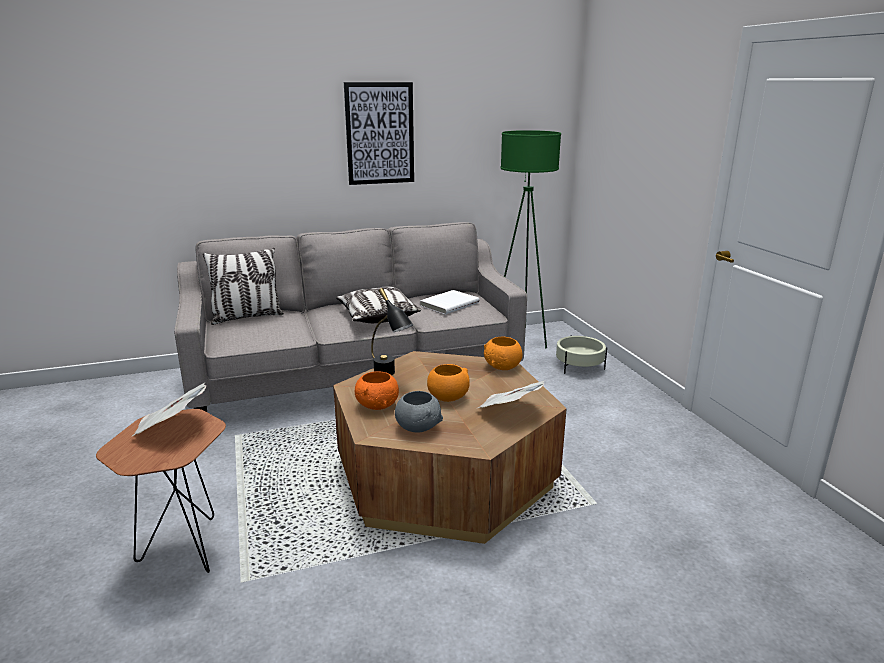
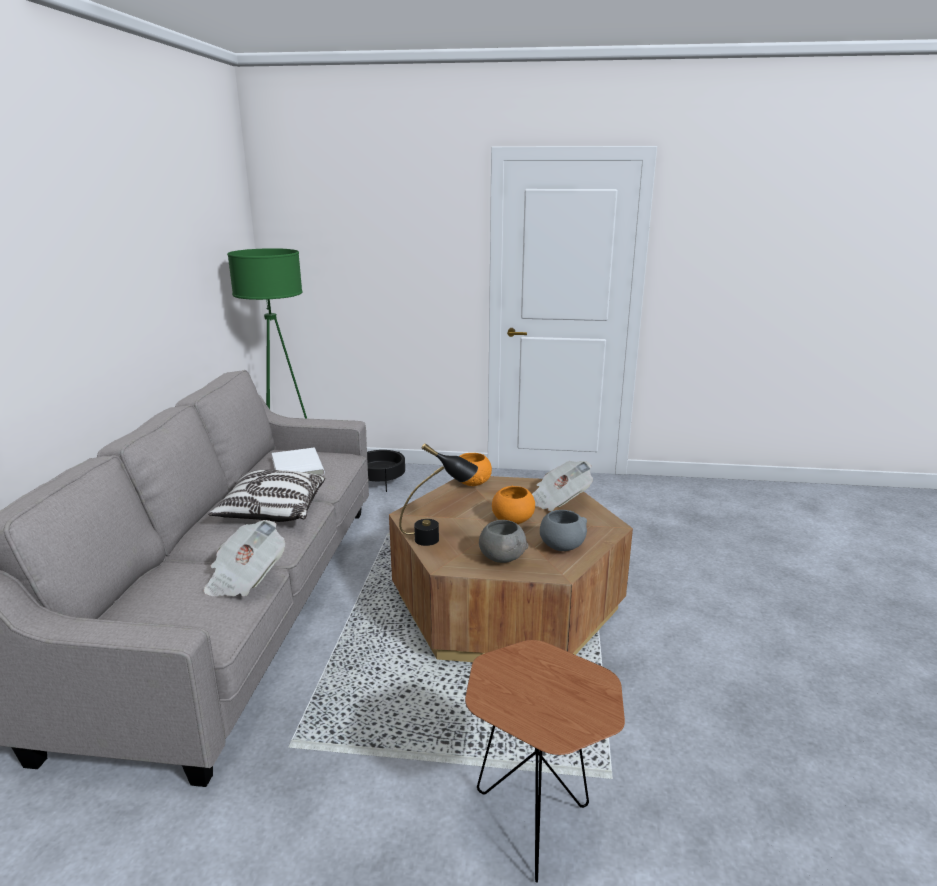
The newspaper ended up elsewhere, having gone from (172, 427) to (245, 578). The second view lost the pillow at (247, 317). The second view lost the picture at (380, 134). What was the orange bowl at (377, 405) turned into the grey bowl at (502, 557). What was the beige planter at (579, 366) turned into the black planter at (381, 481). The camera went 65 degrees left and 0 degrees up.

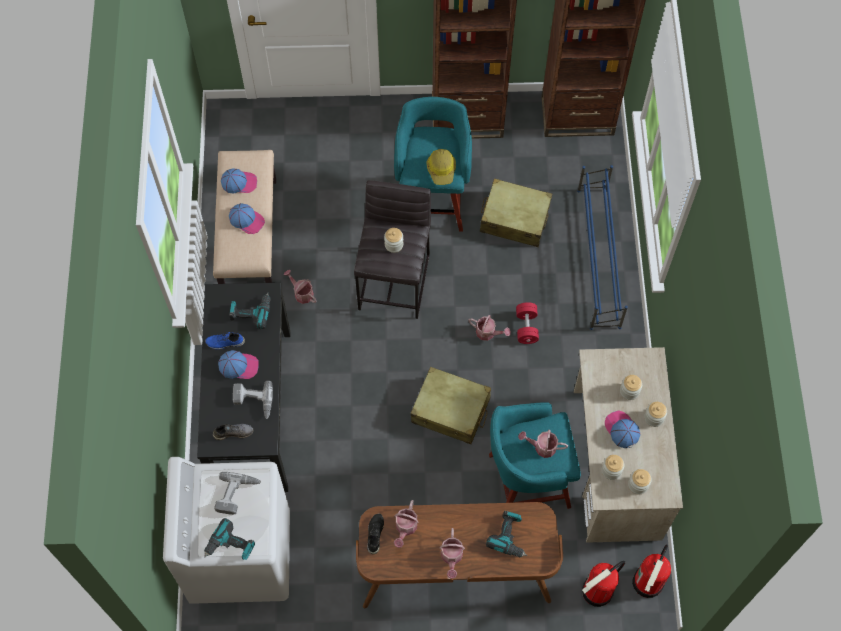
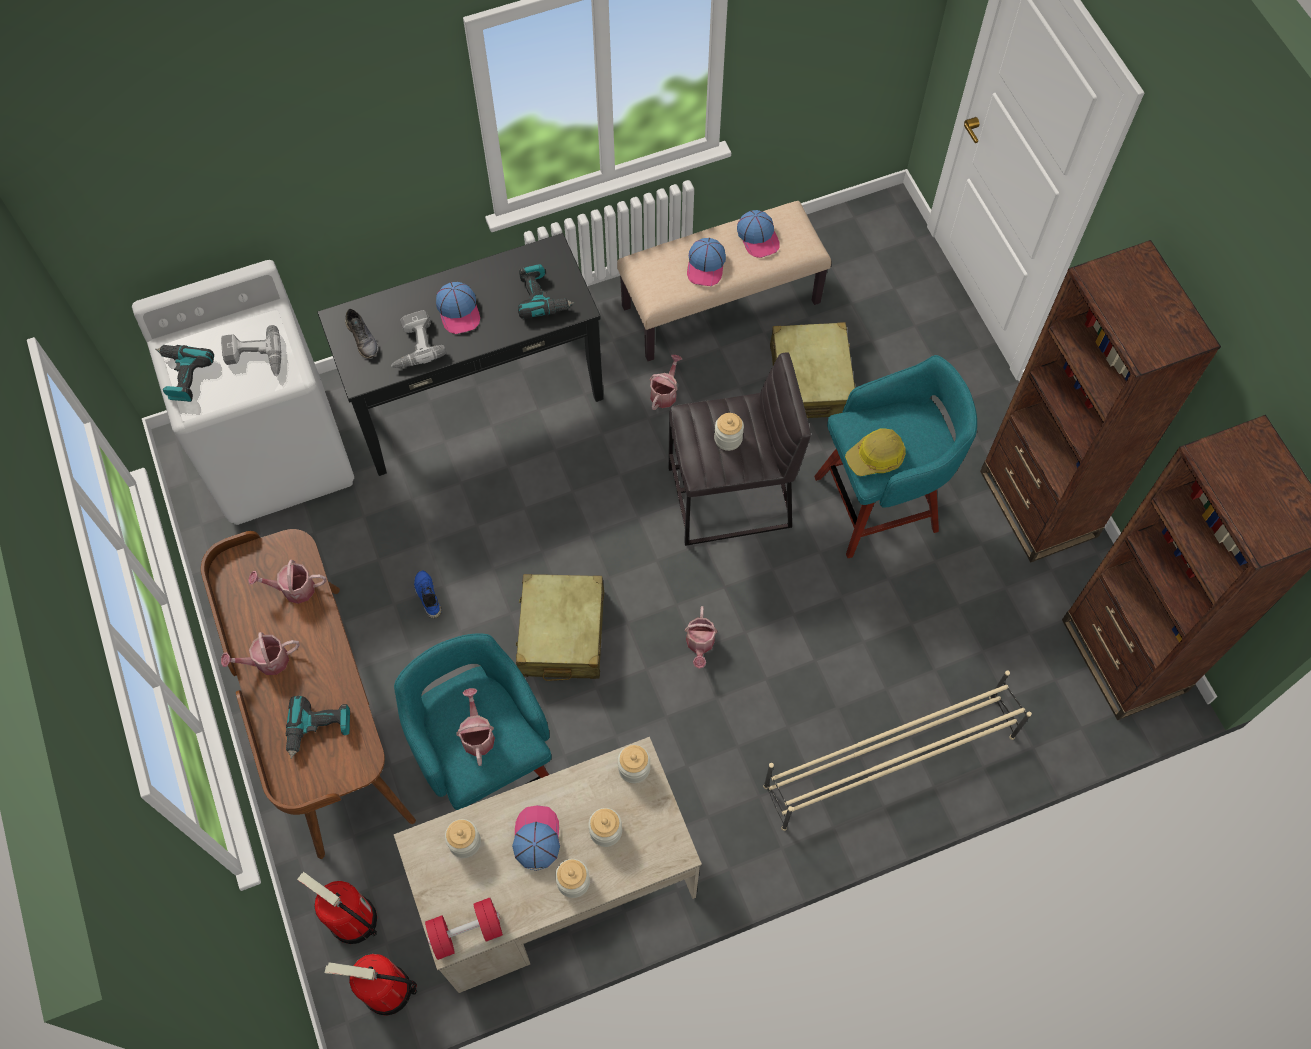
The blue shoe ended up elsewhere, having gone from (225, 343) to (427, 596). The second view lost the black shoe at (374, 534). The beige suitcase ended up elsewhere, having gone from (514, 219) to (810, 380). The red dumbbell ended up elsewhere, having gone from (526, 327) to (466, 932). What was the blue shoe rack at (598, 258) turned into the beige shoe rack at (888, 761). The cap at (621, 430) ended up facing another way, 45 degrees counterclockwise from before. The jar ended up elsewhere, having gone from (638, 485) to (634, 768). The camera went 70 degrees right and 0 degrees up.

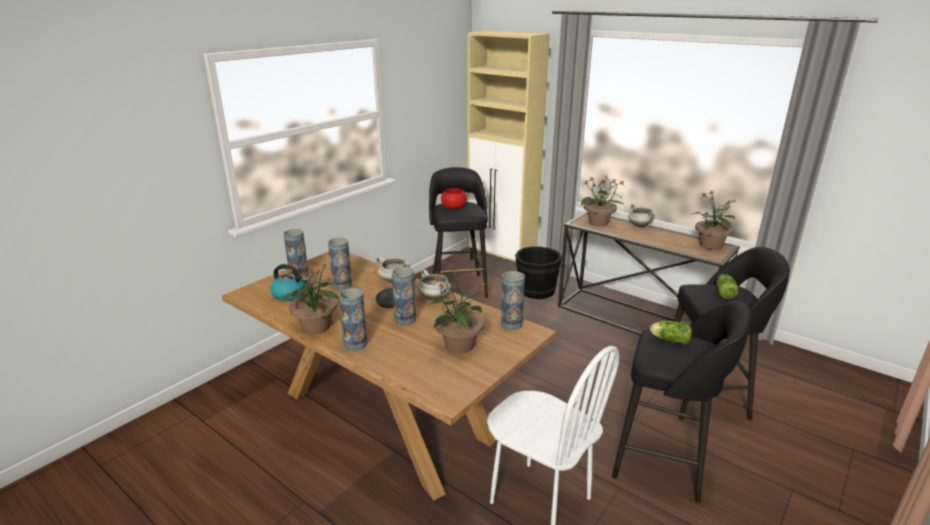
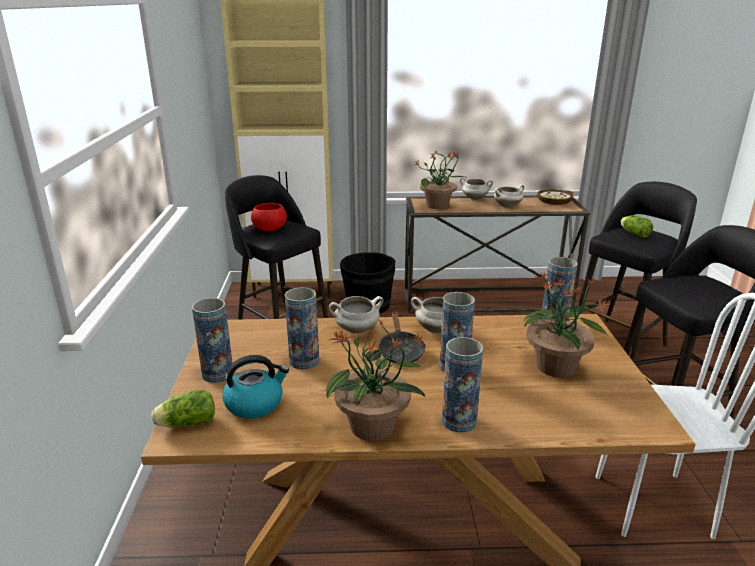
The lettuce ended up elsewhere, having gone from (668, 340) to (185, 423). Where the potted plant stood at (710, 246), the bowl came to stand at (553, 200). The second view gained the white cooking pot at (507, 206). The camera went 40 degrees left and 0 degrees up.

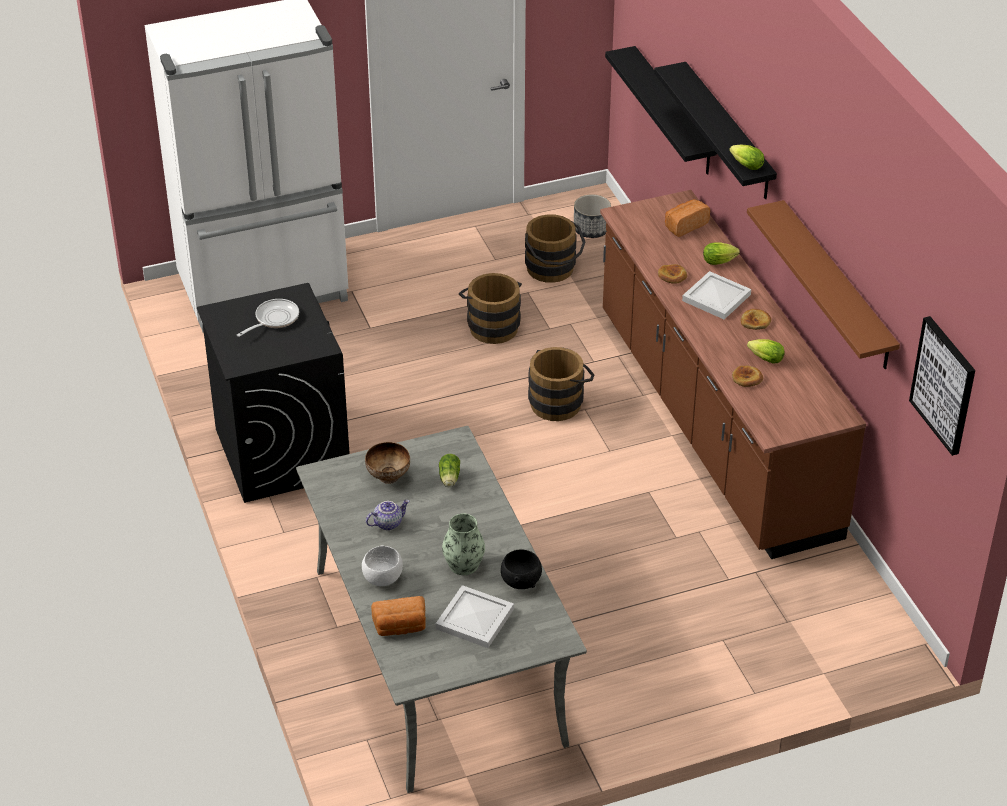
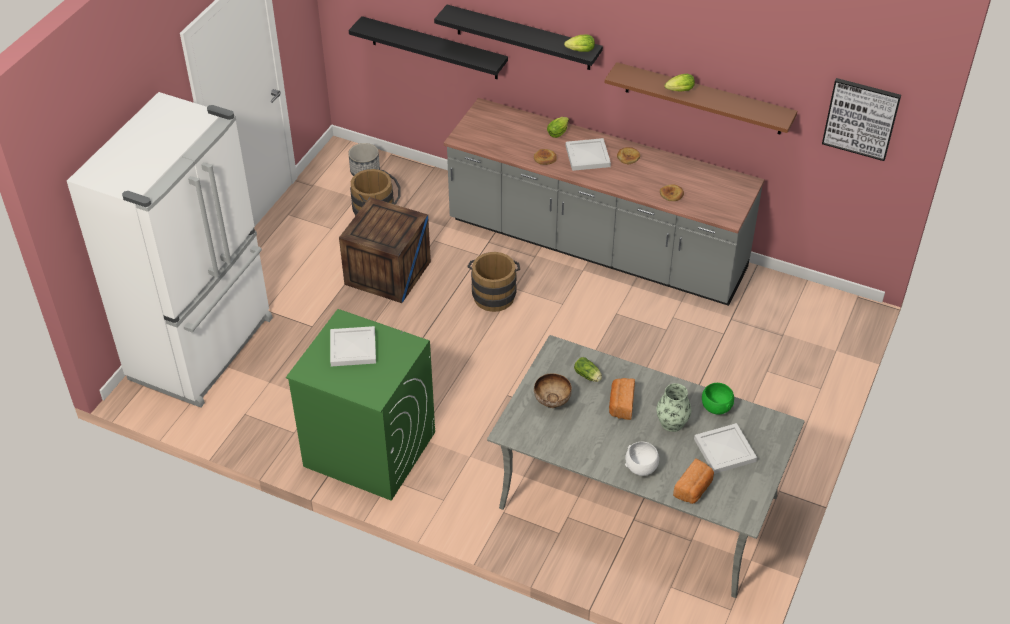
What was the black washing machine at (281, 452) turned into the green washing machine at (369, 449). Where the frying pan stood at (274, 319), the white tray came to stand at (352, 348). The second view lost the teapot at (388, 523). Where the brown bucket stood at (491, 325), the crate came to stand at (387, 273). What was the black bowl at (521, 581) turned into the green bowl at (716, 407). What was the brown counter at (714, 424) turned into the grey counter at (596, 247). The bread ended up elsewhere, having gone from (685, 225) to (621, 405). The lettuce ended up elsewhere, having gone from (764, 358) to (678, 91). The camera went 45 degrees left and 5 degrees up.

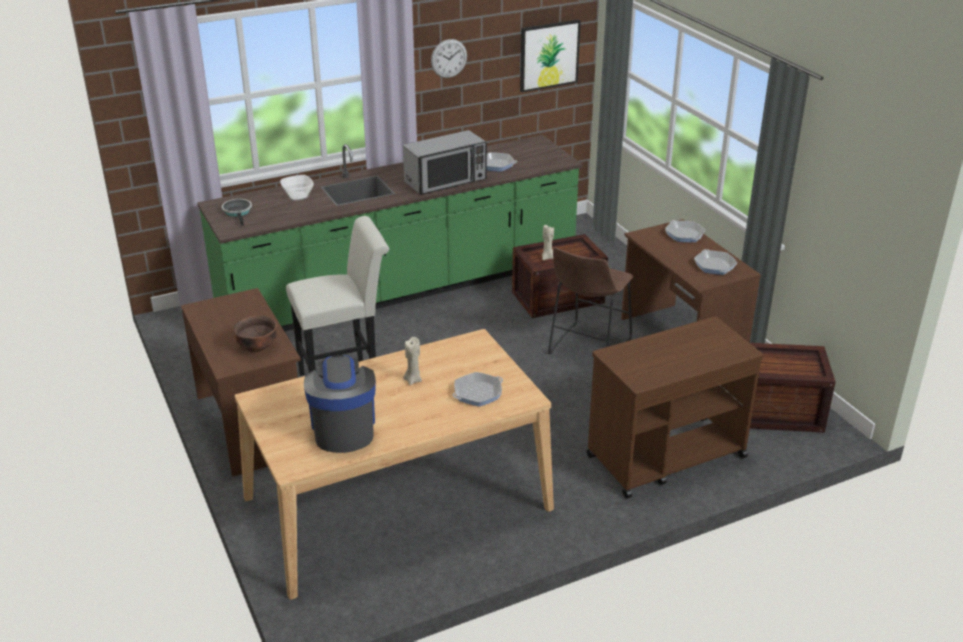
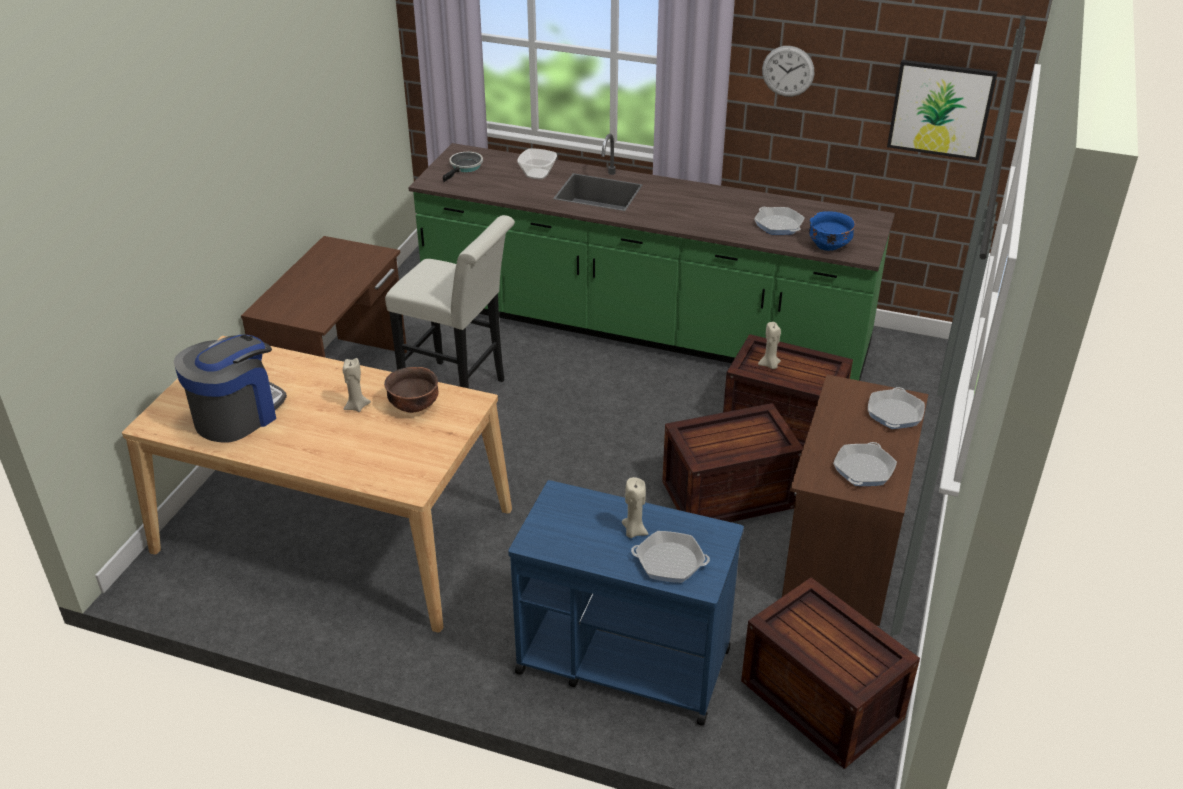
The brown bowl ended up elsewhere, having gone from (257, 347) to (414, 406). The second view lost the microwave at (446, 181). The frying pan ended up elsewhere, having gone from (478, 393) to (669, 562). Where the brown stool stood at (587, 348), the crate came to stand at (726, 495). What was the brown cart at (665, 456) turned into the blue cart at (622, 660). The second view gained the beige candle at (633, 531). The second view gained the blue bowl at (828, 245). The camera went 45 degrees right and 5 degrees up.

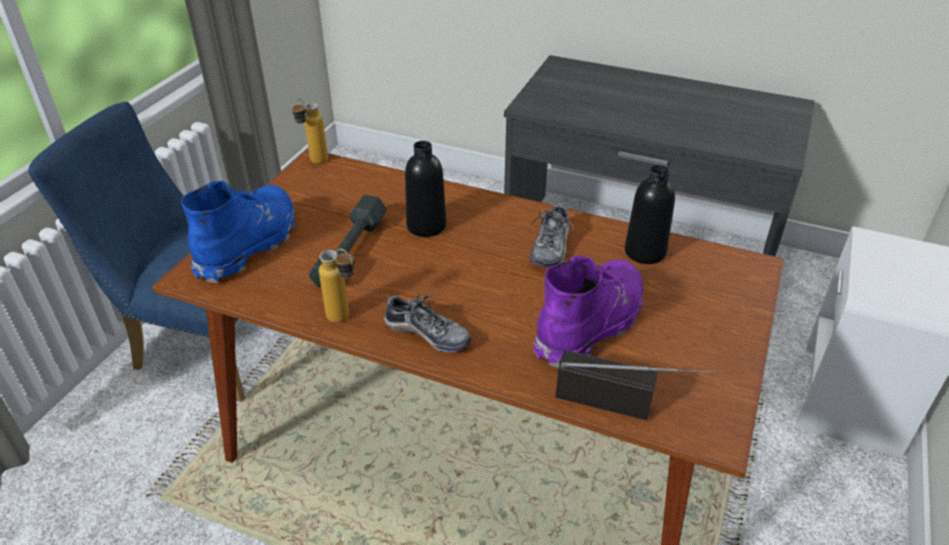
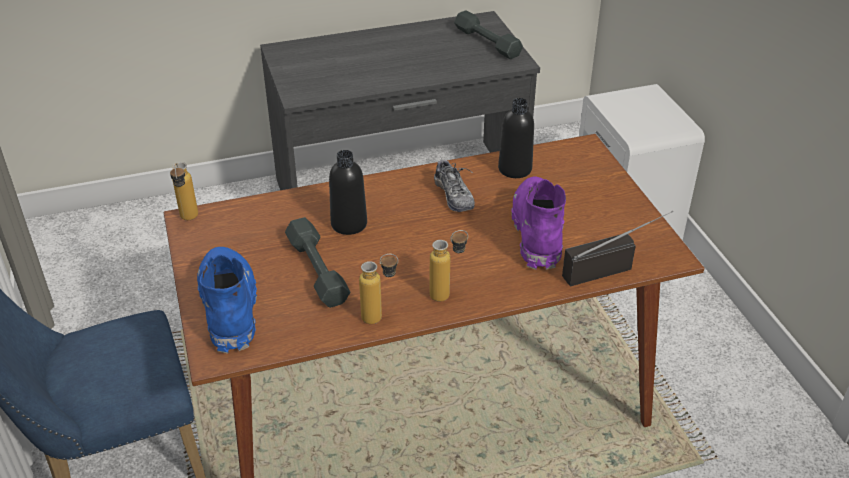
Where the shoe stood at (427, 334), the bottle came to stand at (447, 294). The second view gained the grey dumbbell at (487, 42). The camera went 40 degrees left and 0 degrees up.

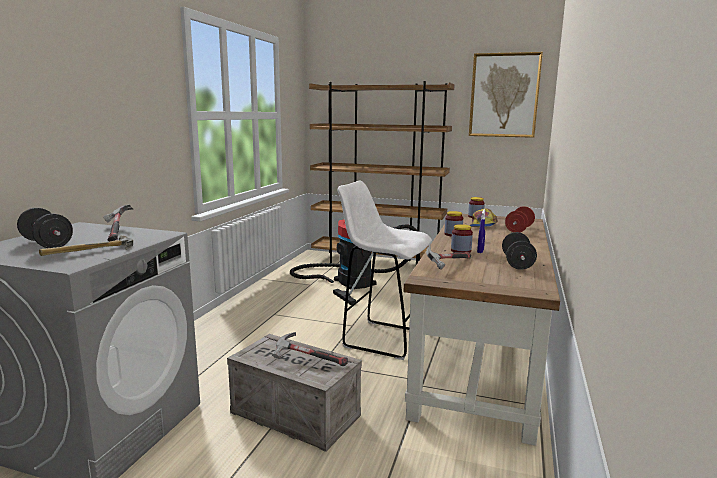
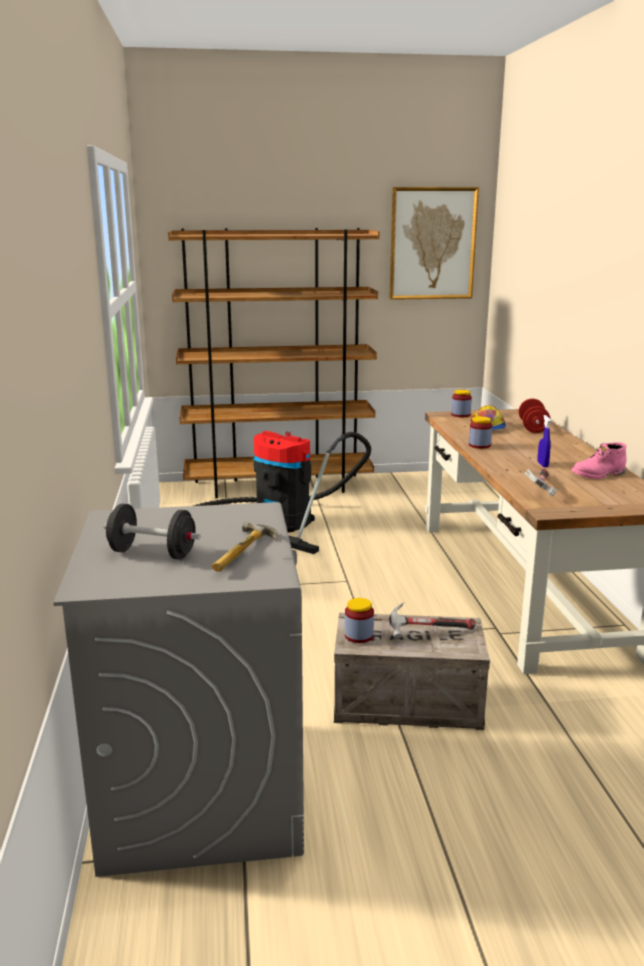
The second view lost the hammer at (117, 232). The second view lost the white stool at (382, 339). The jar ended up elsewhere, having gone from (461, 251) to (359, 636). Where the black dumbbell stood at (517, 263), the pink boot came to stand at (599, 474). The camera went 25 degrees left and 5 degrees up.

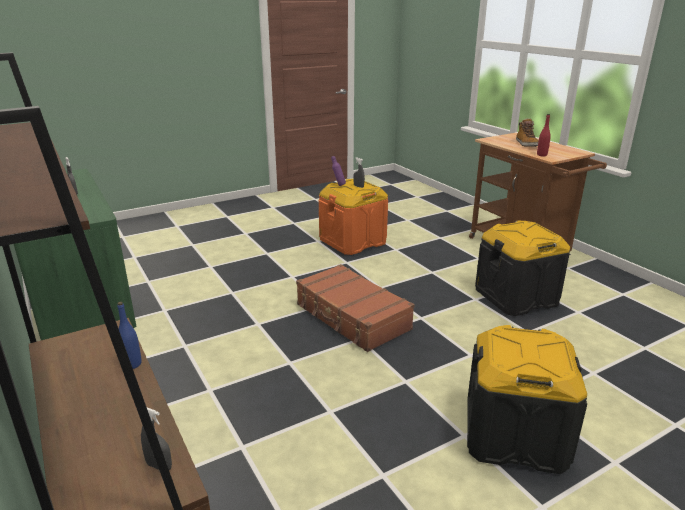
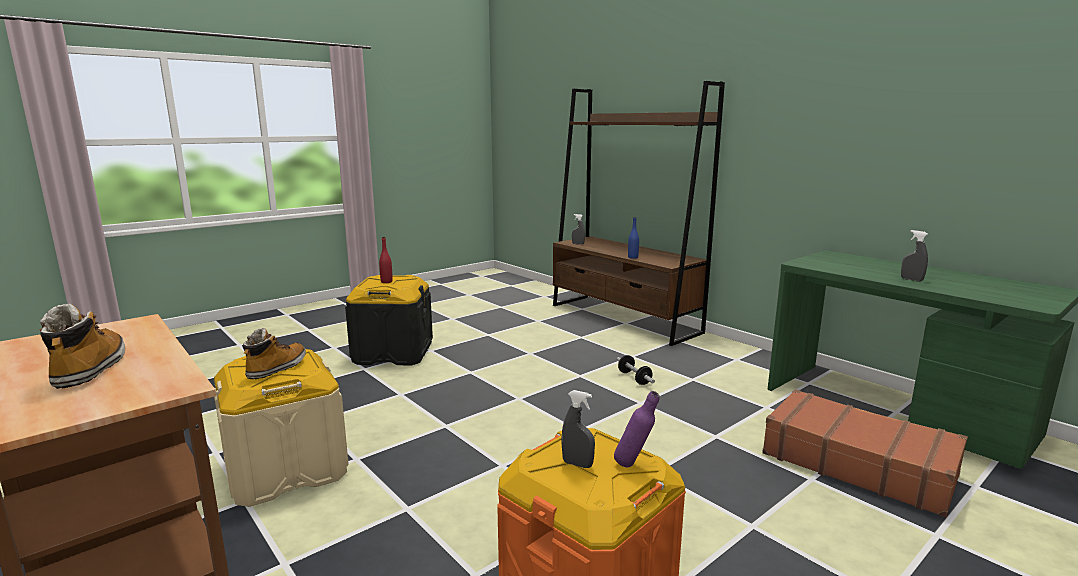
The brown suitcase ended up elsewhere, having gone from (352, 317) to (857, 464). What was the black storage box at (516, 296) turned into the beige storage box at (286, 469). The red bottle ended up elsewhere, having gone from (542, 155) to (386, 282). The second view gained the boot at (277, 368). The second view gained the dumbbell at (634, 378). The camera went 170 degrees right and 10 degrees down.

